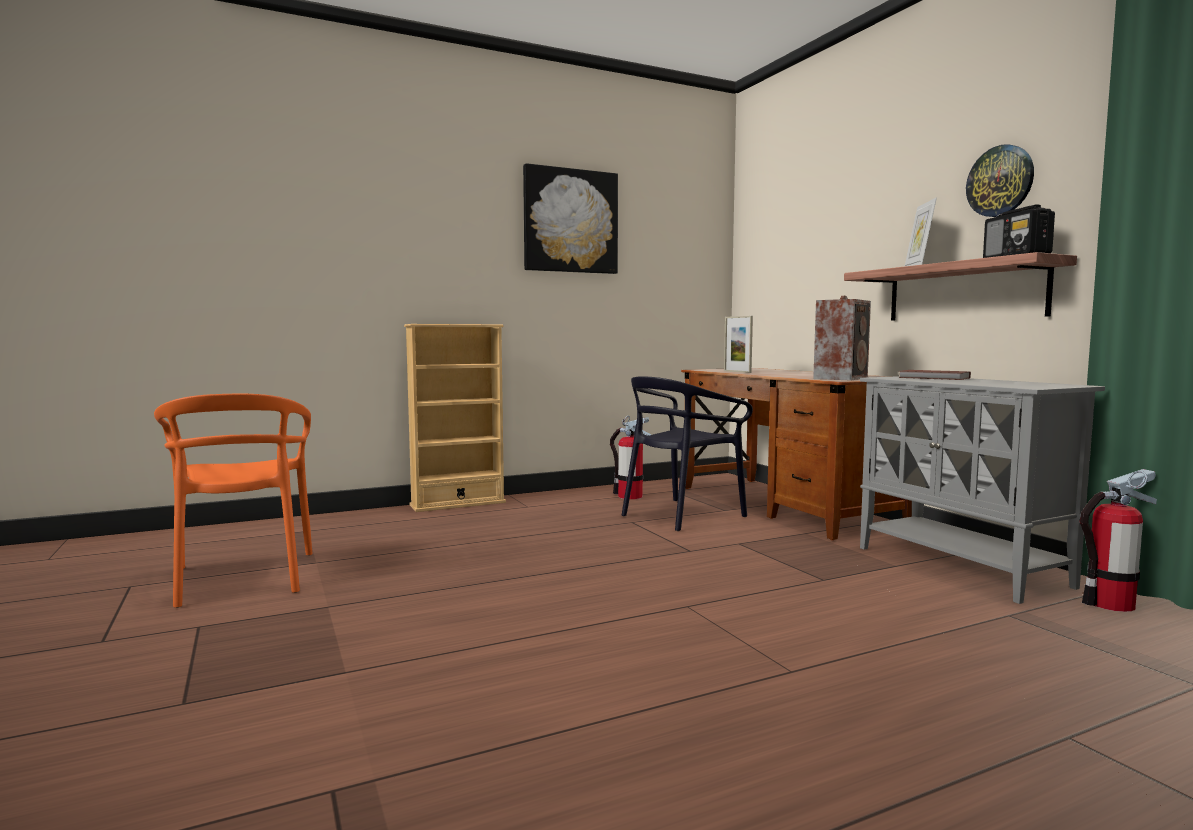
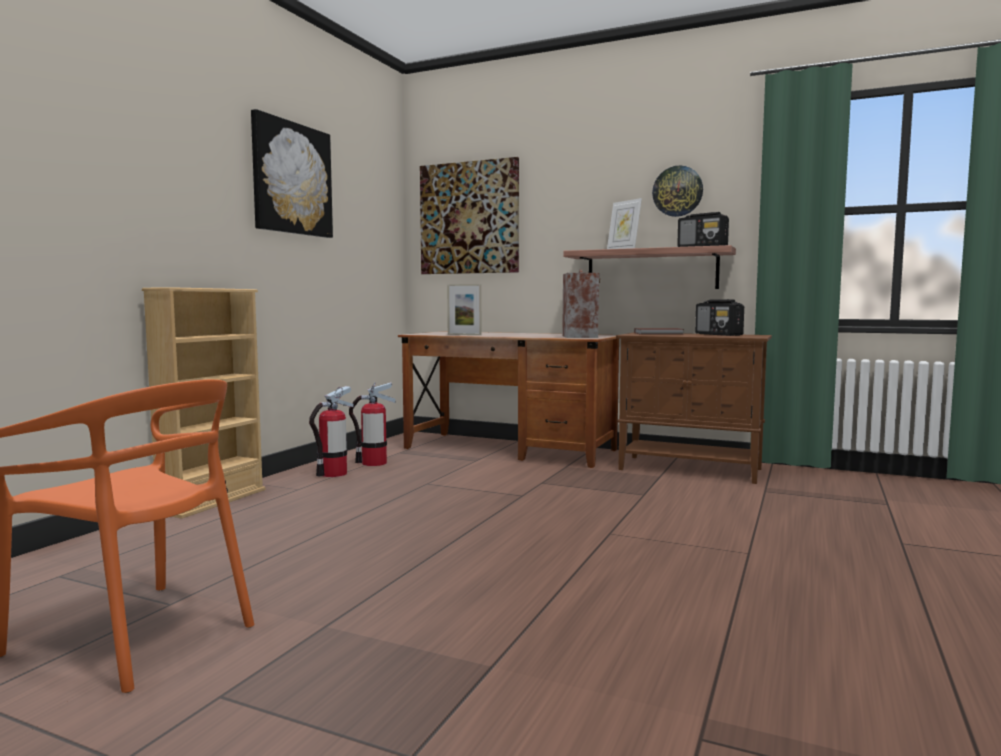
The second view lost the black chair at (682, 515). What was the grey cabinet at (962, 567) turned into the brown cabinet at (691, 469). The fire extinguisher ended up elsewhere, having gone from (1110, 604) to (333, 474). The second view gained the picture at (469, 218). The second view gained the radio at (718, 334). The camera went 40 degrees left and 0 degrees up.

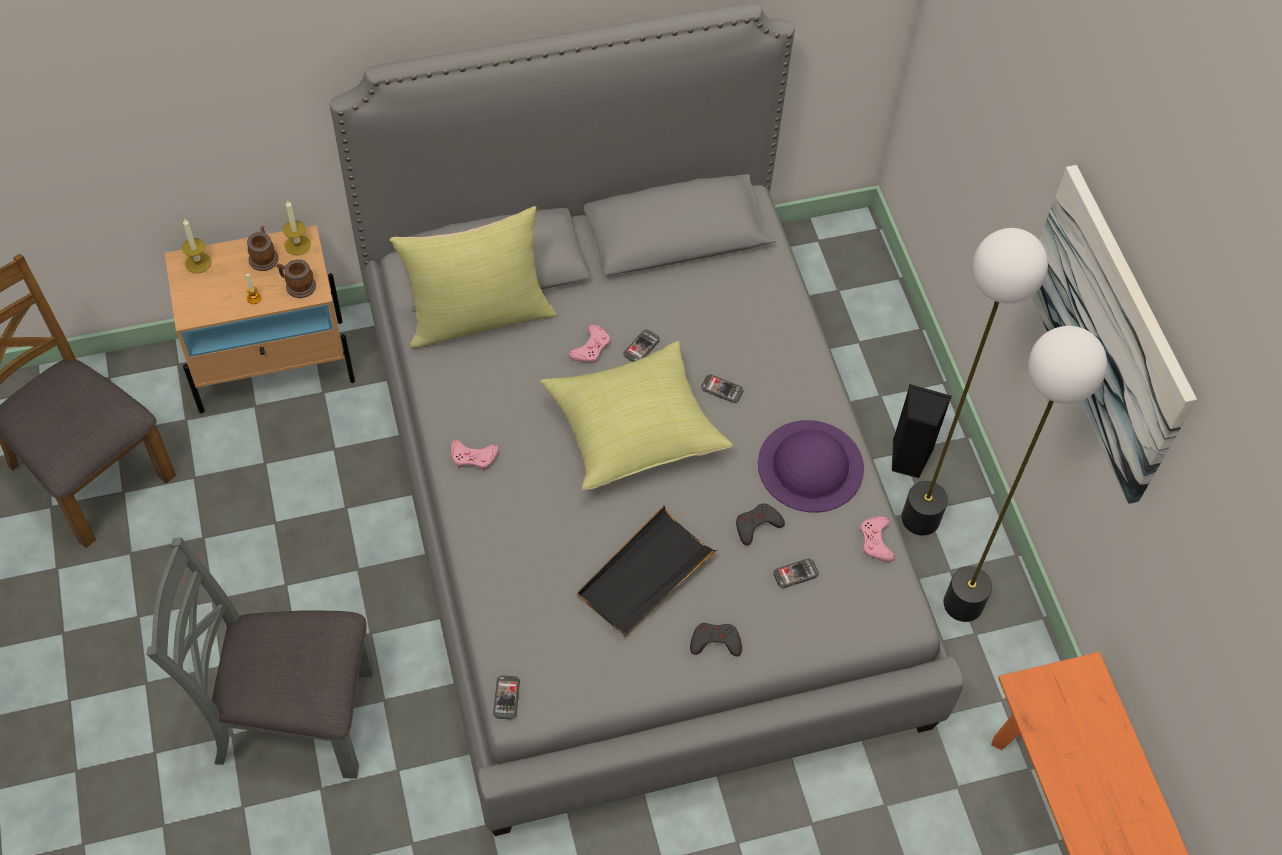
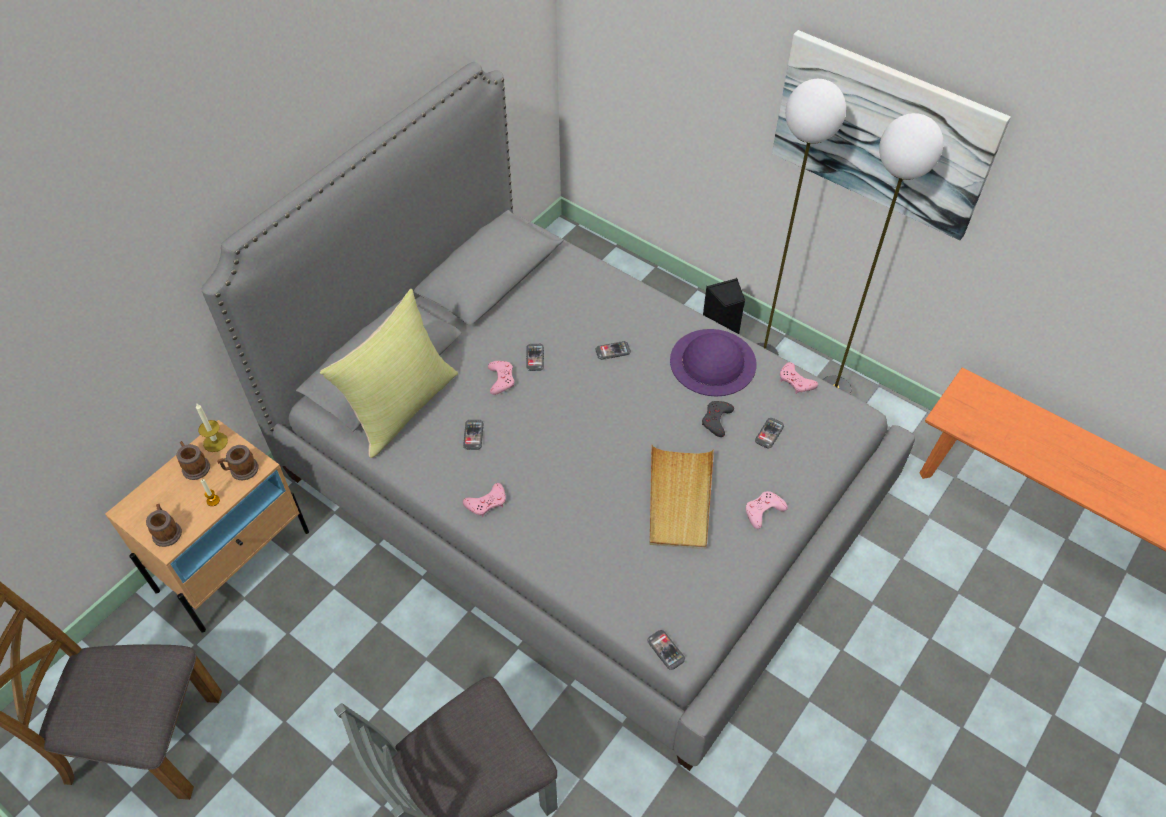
The second view lost the candle at (198, 263). The second view lost the yellow pillow at (634, 430). What was the black tray at (645, 575) turned into the beige tray at (679, 499). What was the grey game controller at (715, 642) turned into the pink game controller at (763, 511). The second view gained the mug at (167, 531). The second view gained the phone at (473, 435). The camera went 35 degrees left and 5 degrees down.

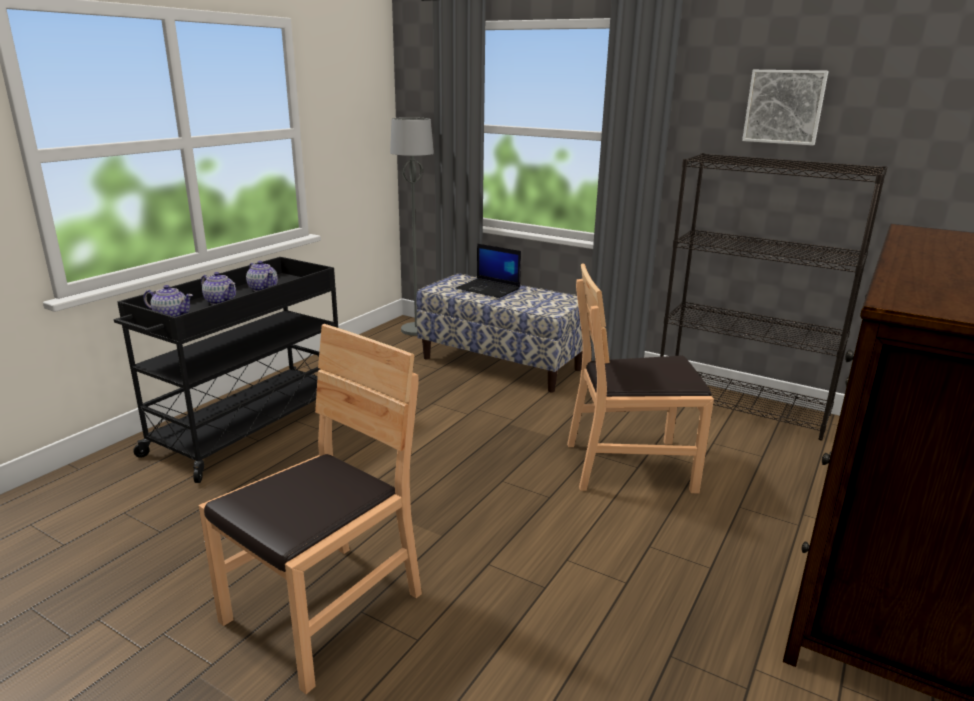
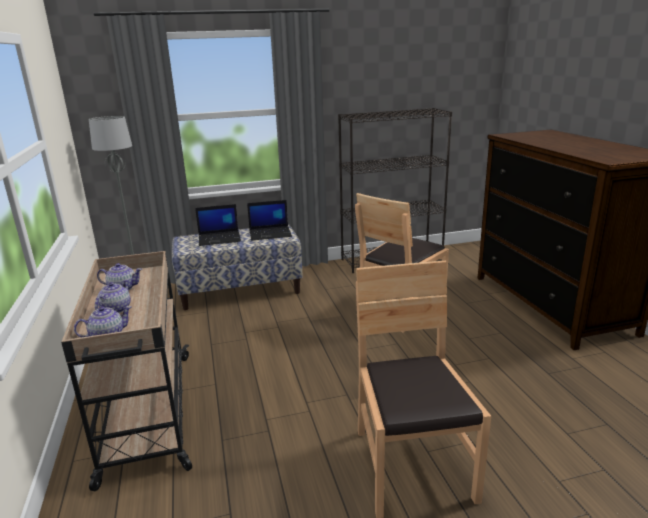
What was the black cart at (250, 427) turned into the beige cart at (148, 415). The teapot at (220, 301) ended up facing another way, 60 degrees counterclockwise from before. The second view lost the picture at (784, 107). The second view gained the laptop at (270, 233). The camera went 45 degrees left and 0 degrees up.

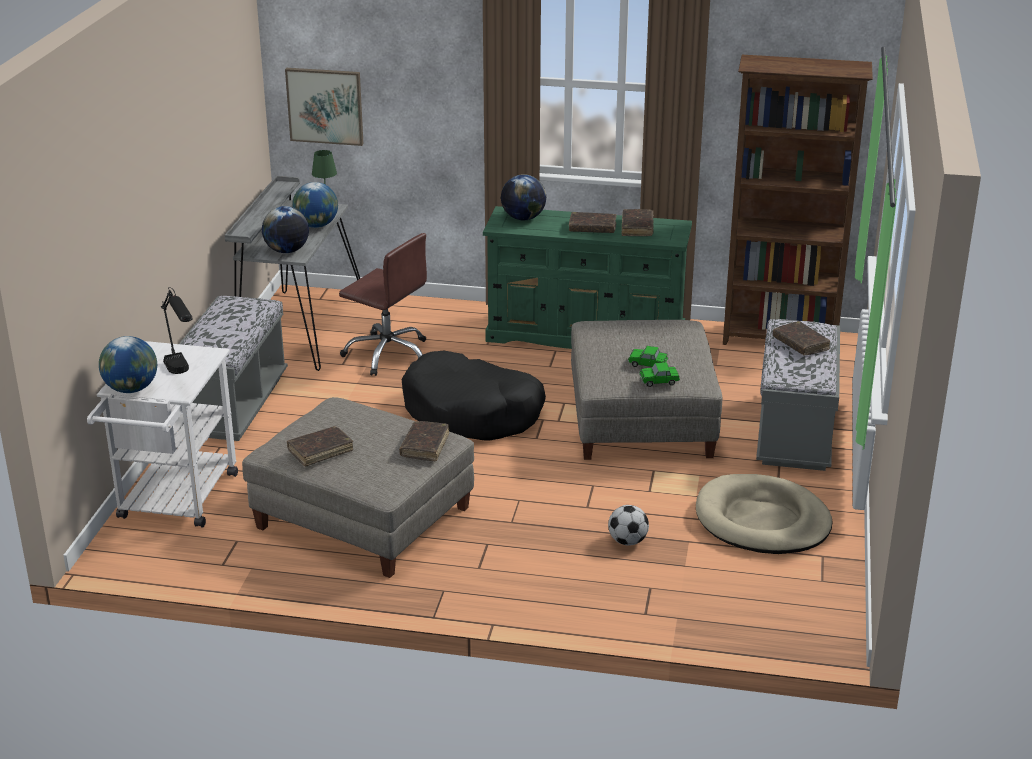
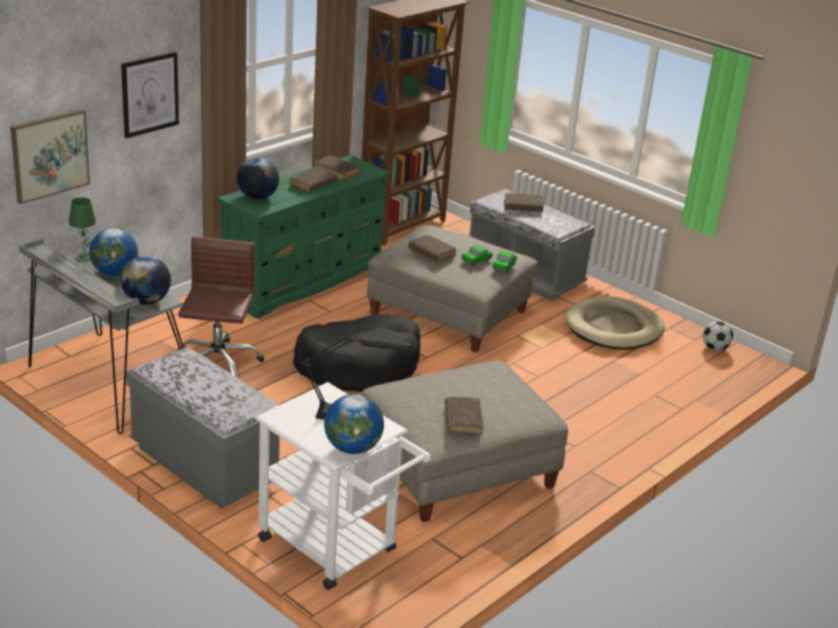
The brown office chair at (388, 354) ended up facing another way, 60 degrees counterclockwise from before. The brown book ended up elsewhere, having gone from (425, 446) to (431, 253). The football ended up elsewhere, having gone from (627, 541) to (715, 348). The second view gained the picture at (150, 94). The camera went 60 degrees left and 0 degrees up.

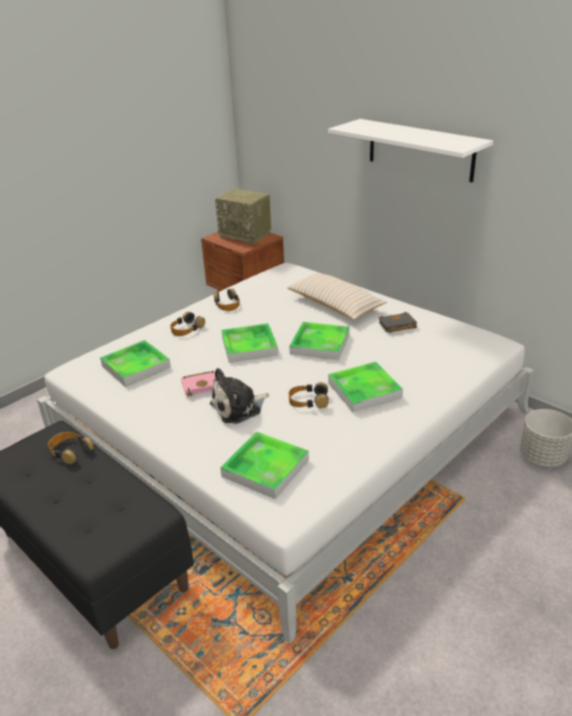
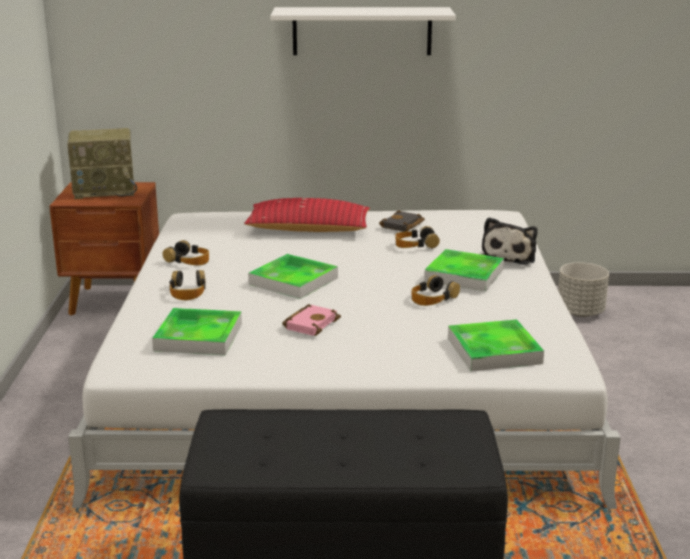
The headphones ended up elsewhere, having gone from (70, 451) to (416, 244). The plush toy ended up elsewhere, having gone from (238, 407) to (509, 256). What was the beige pillow at (335, 305) turned into the red pillow at (308, 229). The second view lost the tray at (320, 344). The camera went 45 degrees left and 10 degrees down.

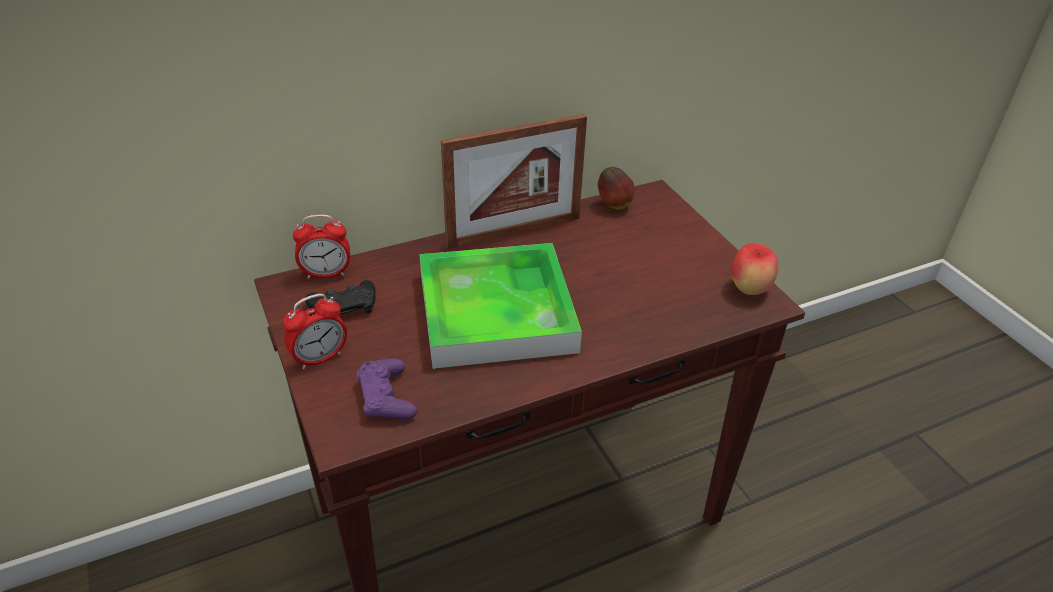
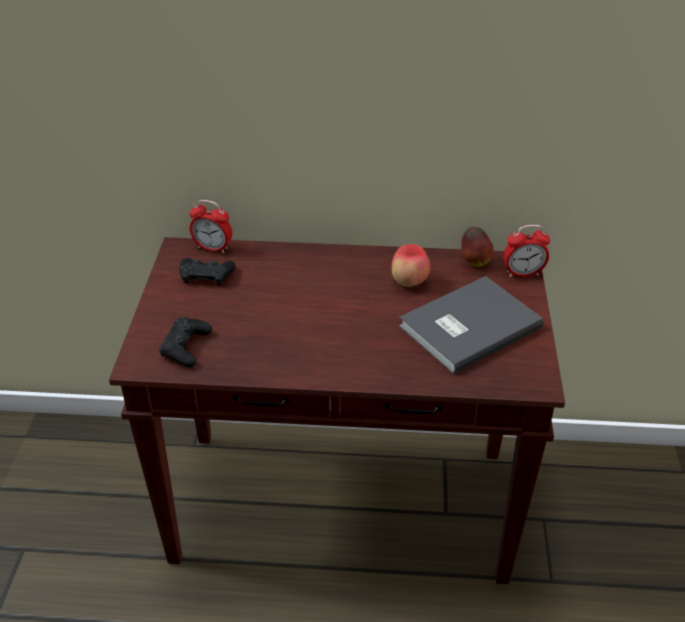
The alarm clock ended up elsewhere, having gone from (320, 358) to (523, 273). What was the purple game controller at (386, 397) turned into the black game controller at (186, 347). The second view lost the tray at (496, 312). The second view lost the picture frame at (514, 231). The apple ended up elsewhere, having gone from (749, 289) to (409, 283). The second view gained the grey book at (466, 326). The camera went 30 degrees right and 0 degrees up.

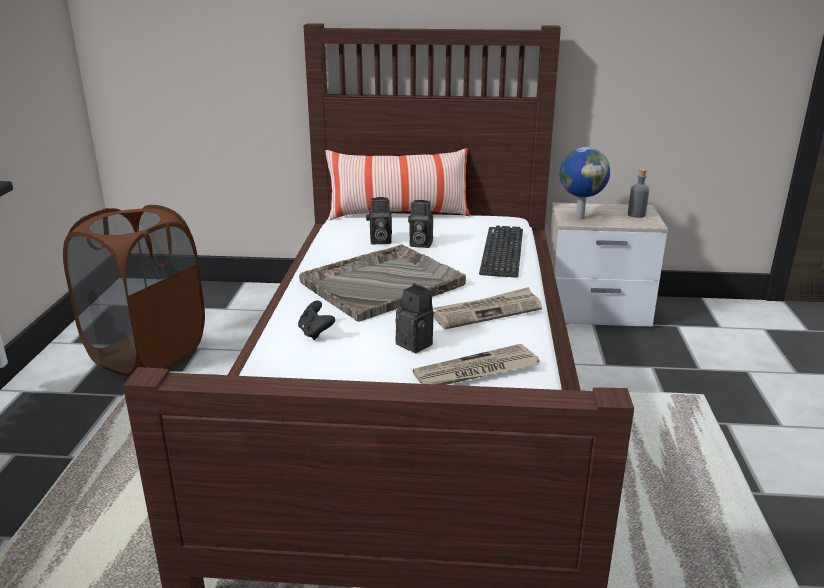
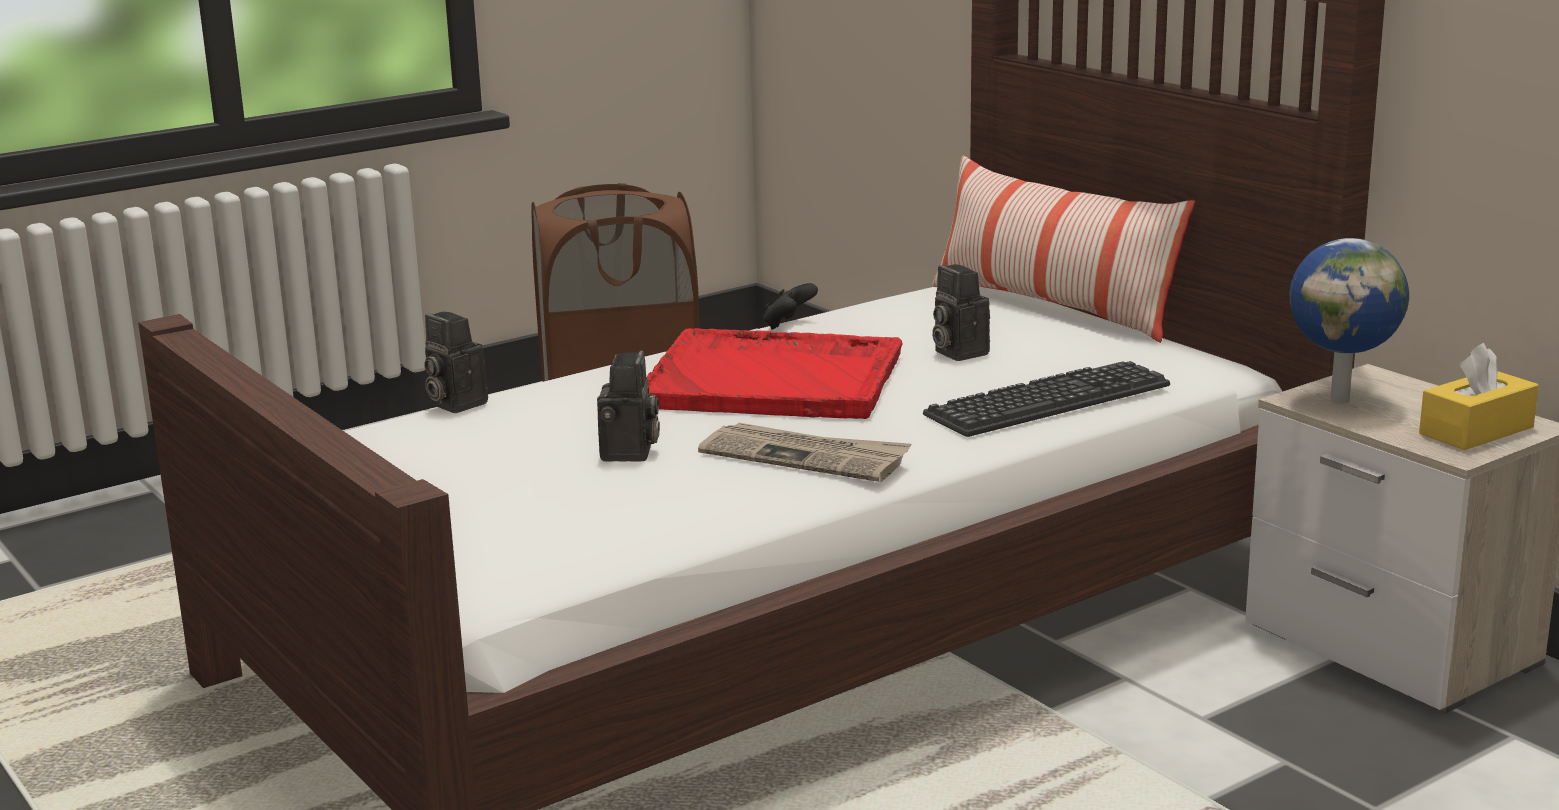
The black game controller ended up elsewhere, having gone from (315, 333) to (788, 325). What was the grey tray at (384, 283) turned into the red tray at (774, 381). The photo camera ended up elsewhere, having gone from (379, 241) to (454, 403). The second view lost the newspaper at (476, 371). Where the grey bottle stood at (636, 215), the yellow tissue box came to stand at (1476, 430). The camera went 50 degrees right and 5 degrees down.

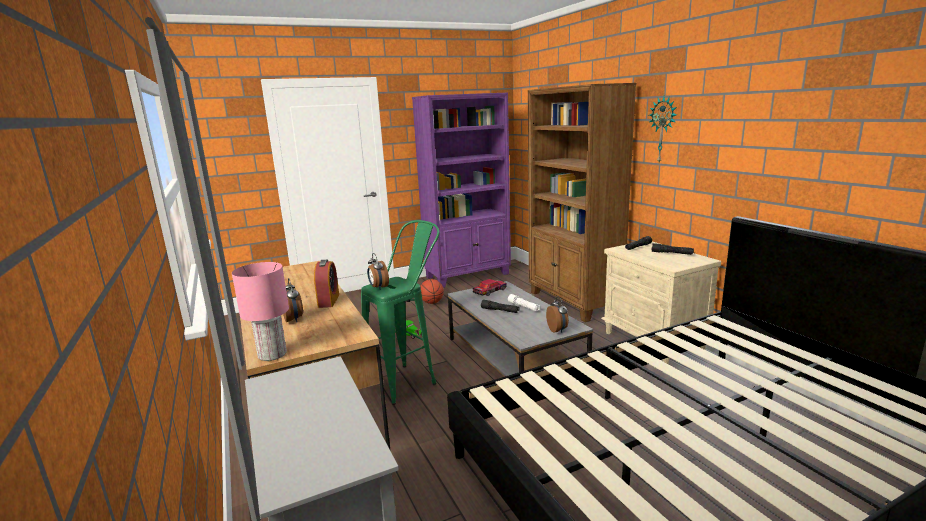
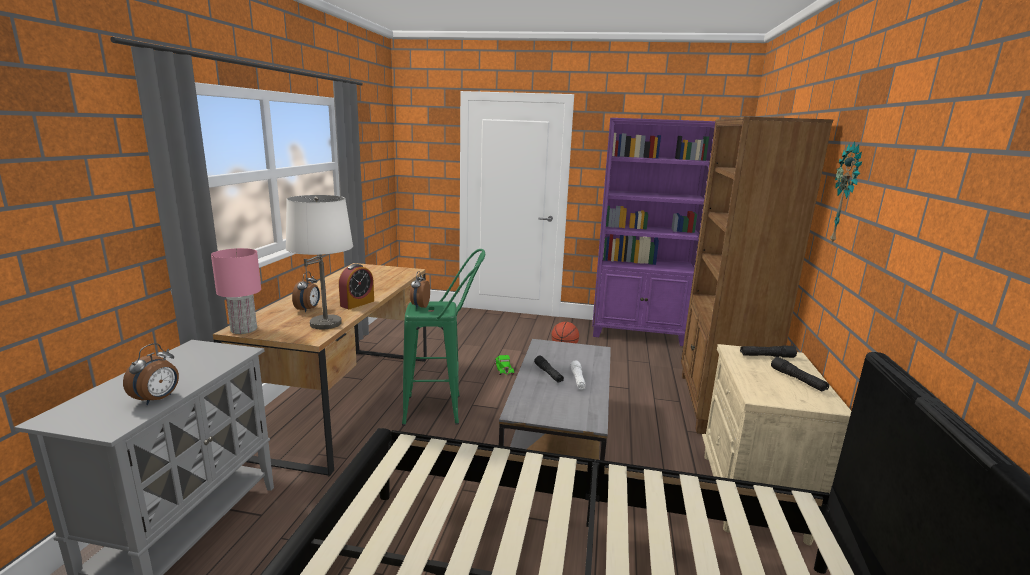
The second view lost the toy car at (489, 291). The alarm clock ended up elsewhere, having gone from (557, 330) to (158, 399). The second view gained the white table lamp at (325, 323). The camera went 35 degrees right and 0 degrees up.

